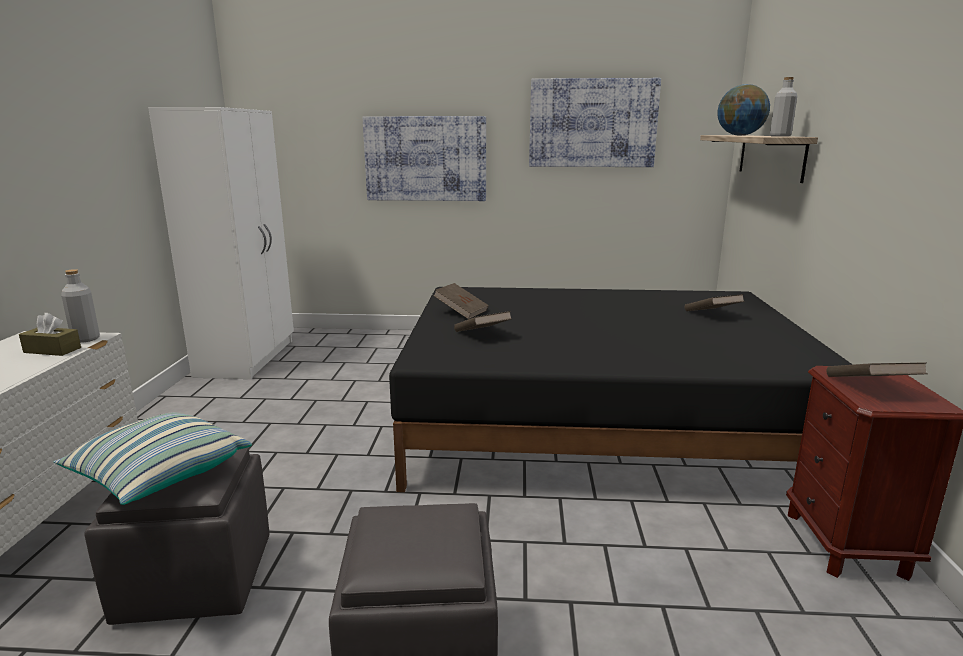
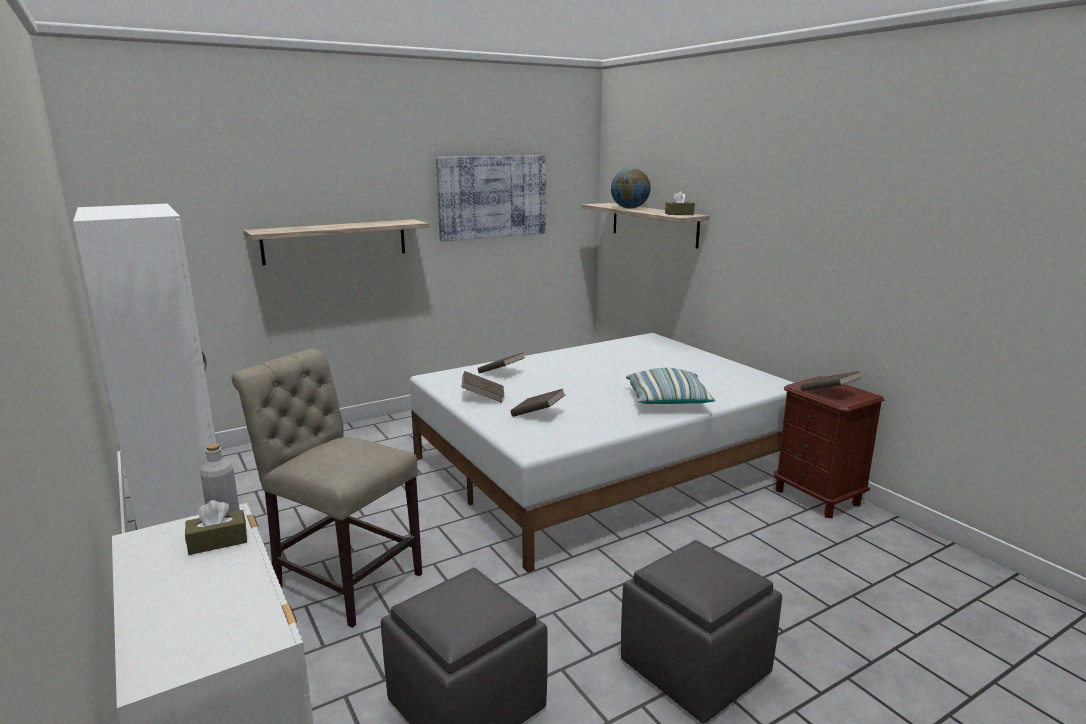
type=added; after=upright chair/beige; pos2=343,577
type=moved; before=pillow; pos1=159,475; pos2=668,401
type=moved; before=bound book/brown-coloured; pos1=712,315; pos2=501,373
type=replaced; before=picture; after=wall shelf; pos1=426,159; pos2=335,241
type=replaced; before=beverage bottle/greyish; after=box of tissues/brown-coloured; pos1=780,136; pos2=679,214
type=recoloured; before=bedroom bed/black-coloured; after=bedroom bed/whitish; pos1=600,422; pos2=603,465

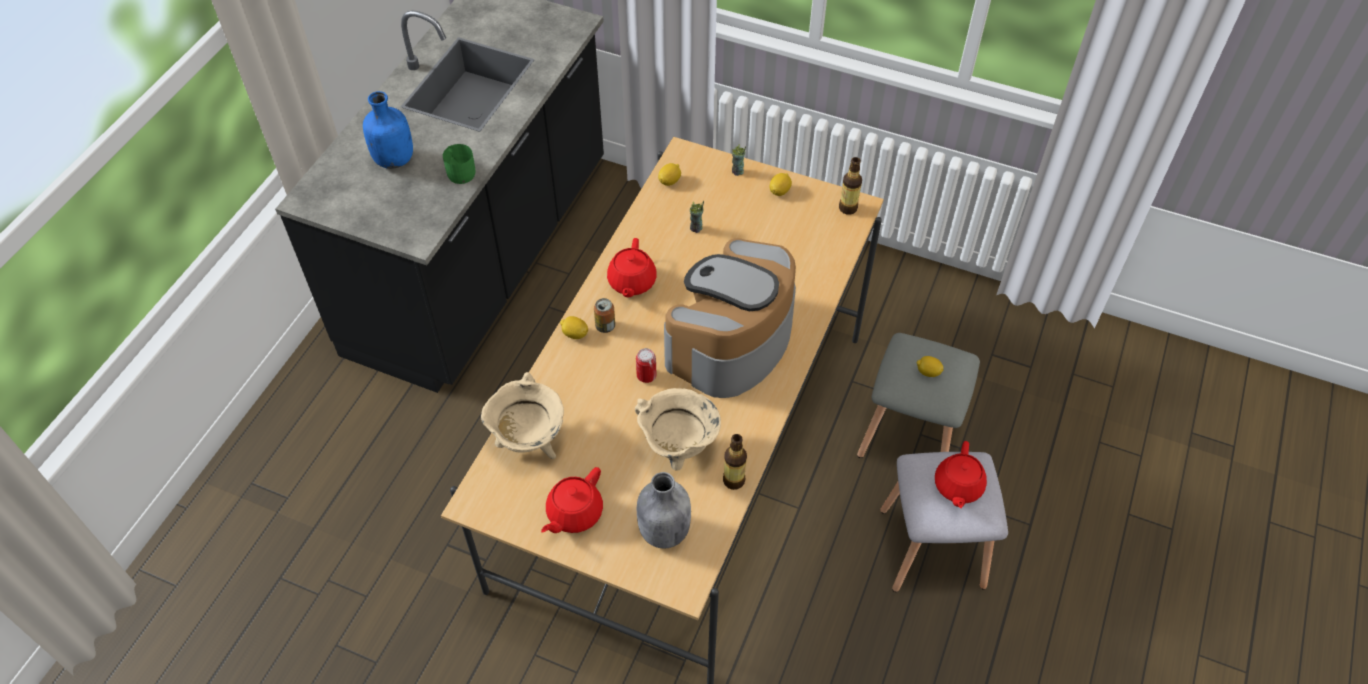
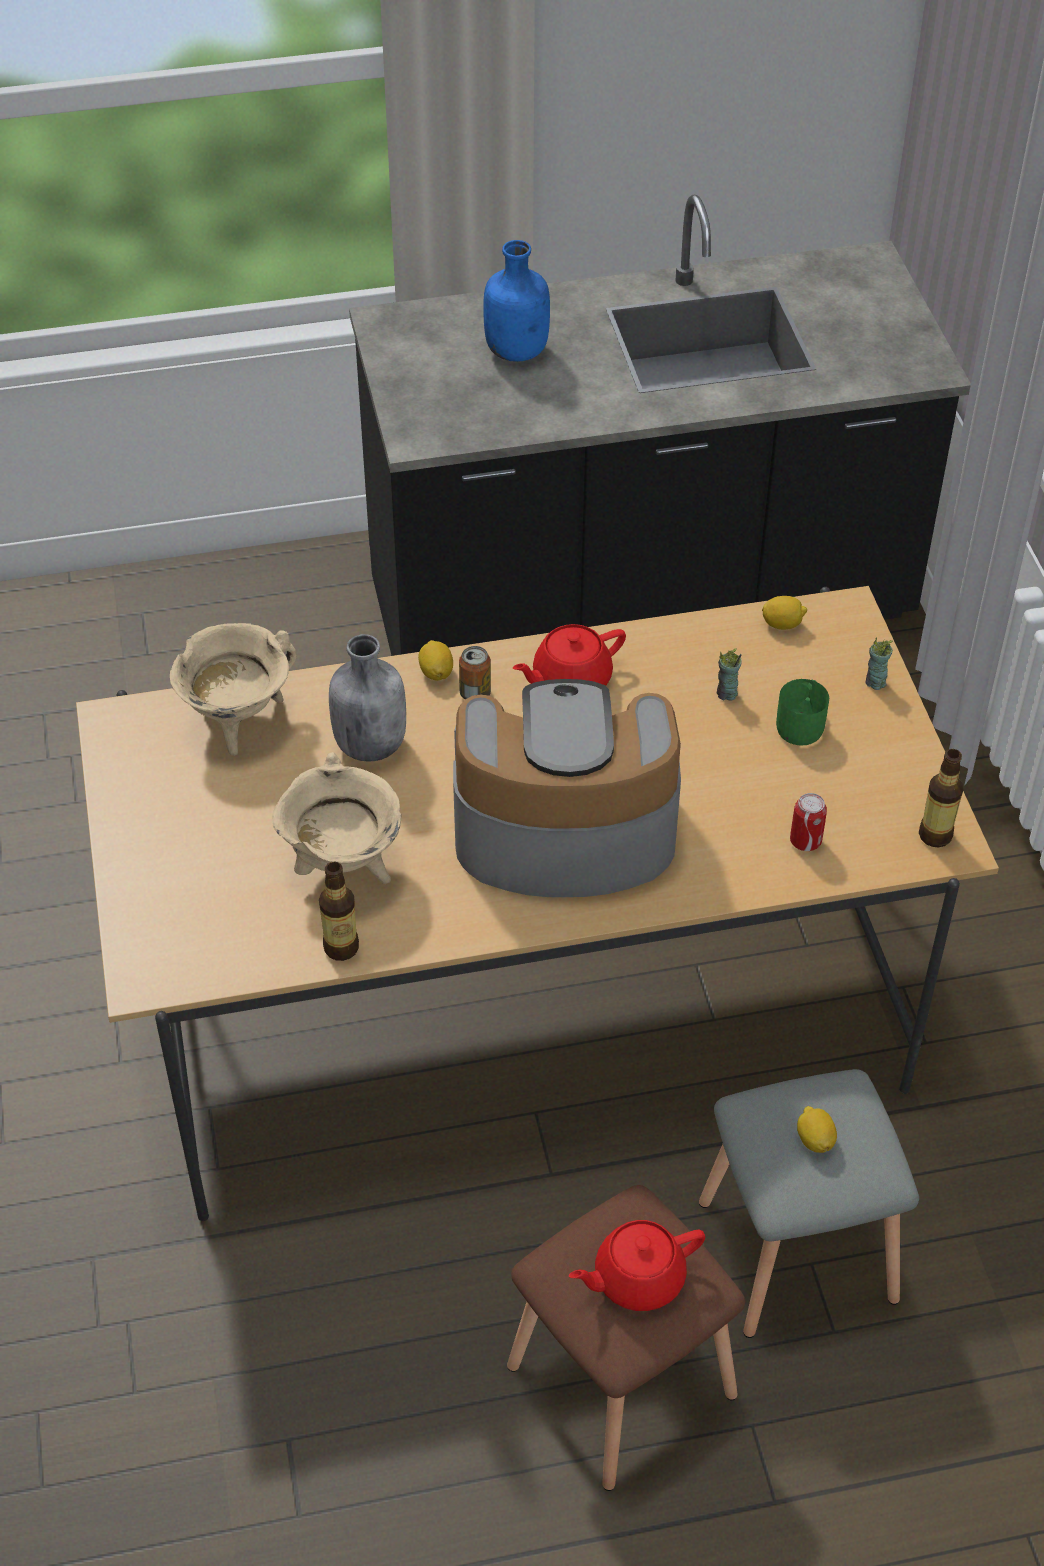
type=removed; before=pot for tea/reddish; pos1=574,513
type=removed; before=lemon; pos1=779,191
type=moved; before=tea mug/green-coloured; pos1=460,171; pos2=802,724
type=moved; before=can; pos1=646,376; pos2=805,841
type=moved; before=beverage bottle/greyish; pos1=663,531; pos2=370,744
type=recoloured; before=stool seat/greyish; after=stool seat/brown-coloured; pos1=933,549; pos2=620,1384

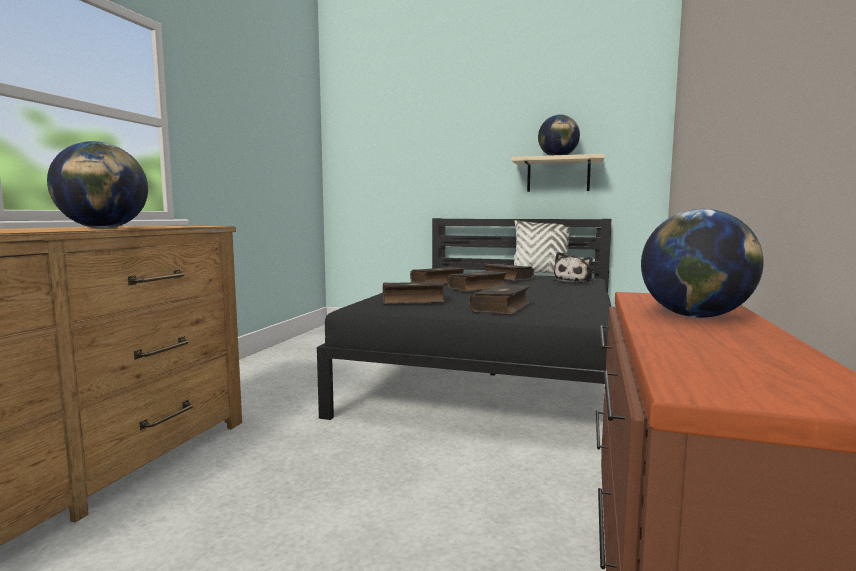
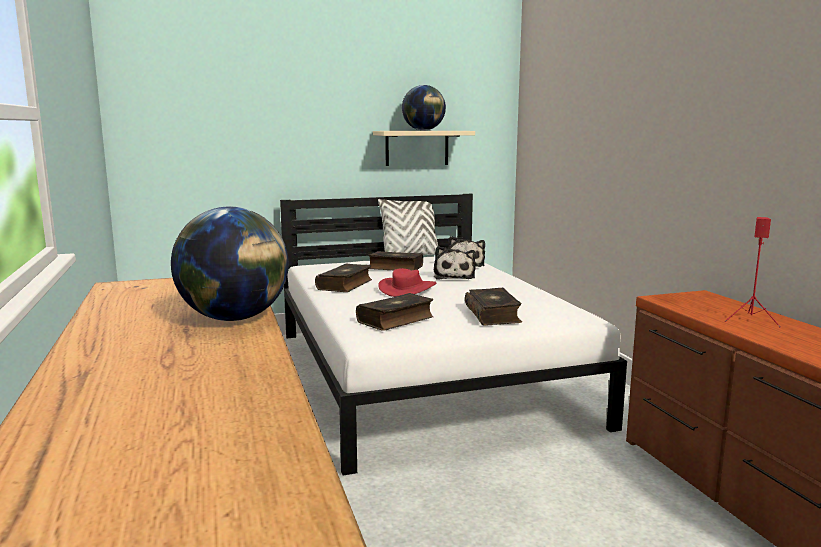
type=added; after=plush toy; pos2=454,276
type=replaced; before=bound book; after=wearable hat/reddish; pos1=478,288; pos2=408,289
type=replaced; before=globe; after=loudspeaker/reddish; pos1=695,317; pos2=751,320
type=recoloured; before=bedroom bed/black-coloured; after=bedroom bed/whitish; pos1=494,373; pos2=424,375

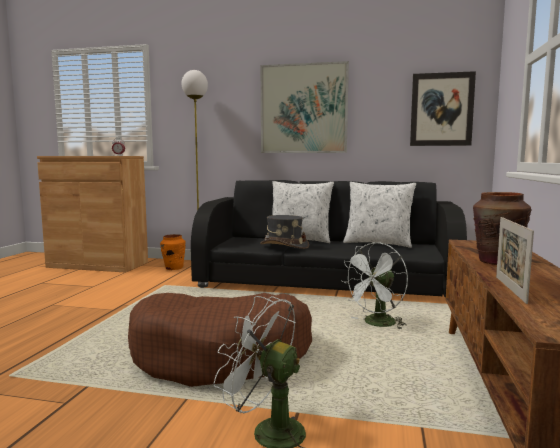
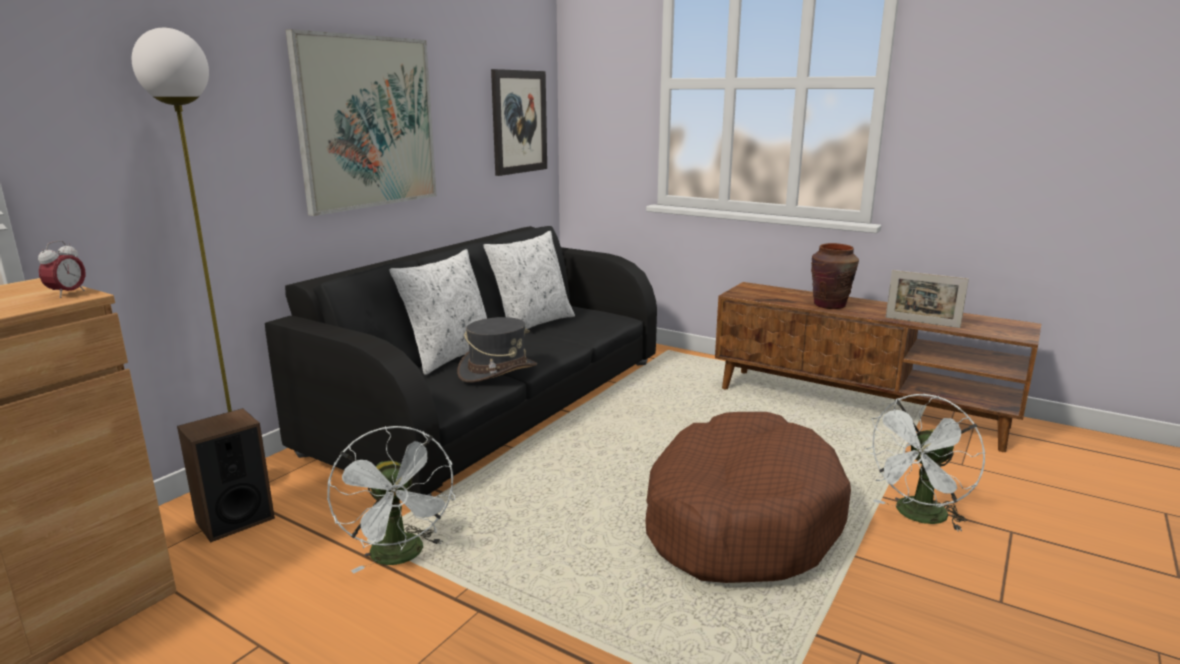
type=moved; before=cooling fan/whitish; pos1=376,324; pos2=401,557
type=replaced; before=decorative vase/orangey; after=loudspeaker; pos1=173,268; pos2=235,520

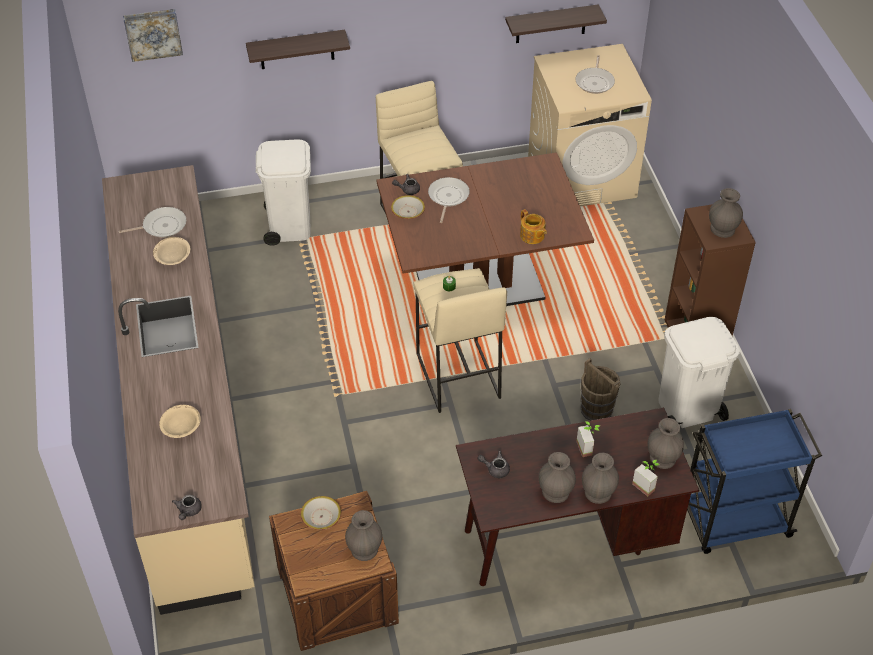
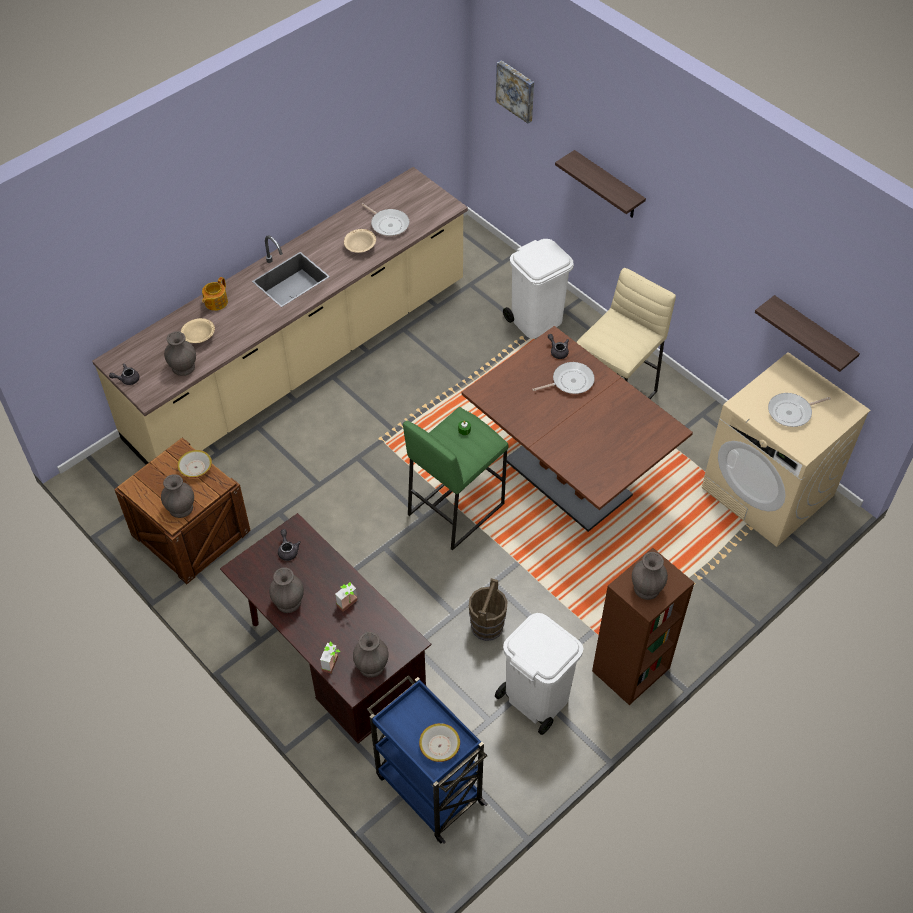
type=moved; before=serving bowl; pos1=408,212; pos2=439,746
type=moved; before=pot for tea; pos1=532,236; pos2=215,302
type=moved; before=decorative vase/greyish; pos1=598,492; pos2=184,367
type=recoloured; before=stool seat/beige; after=stool seat/green-coloured; pos1=457,376; pos2=455,508

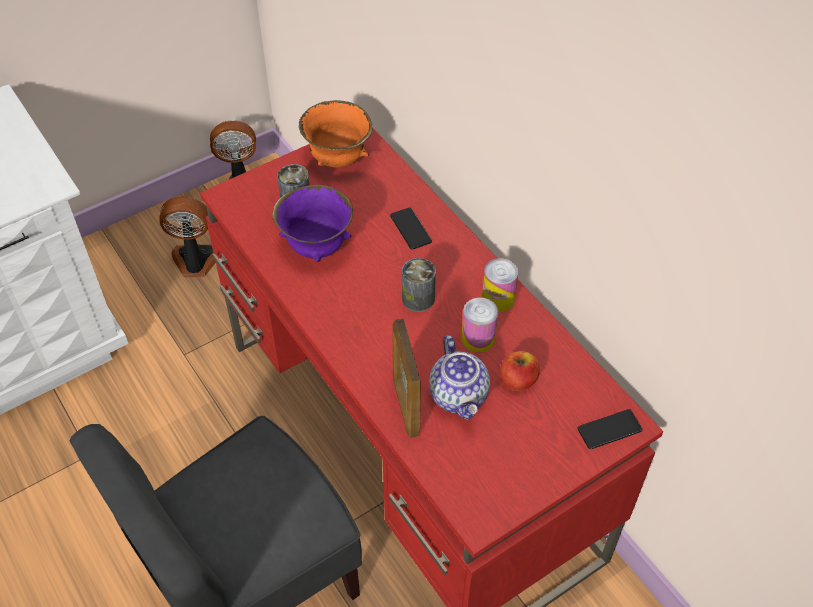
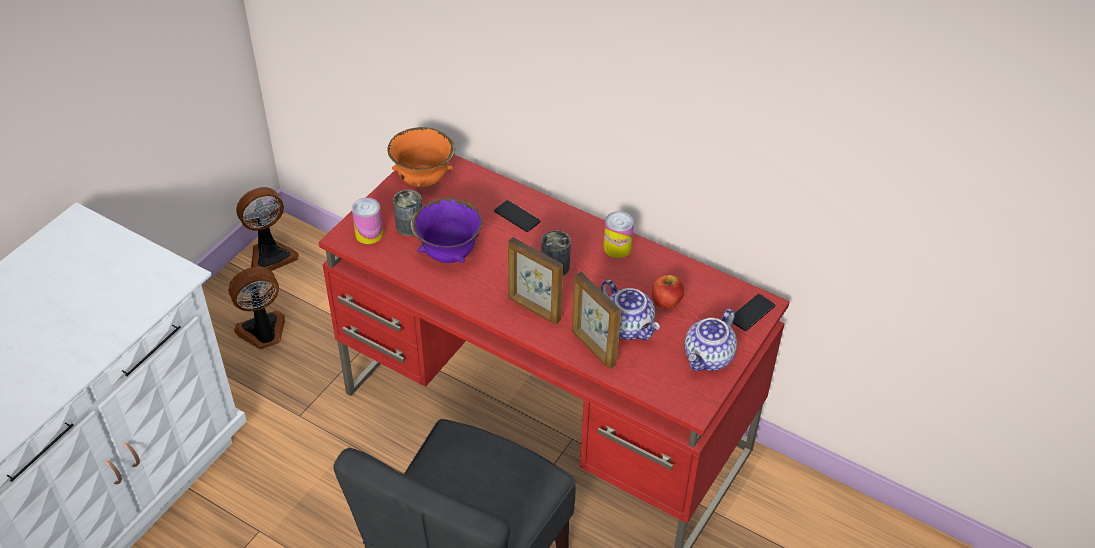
type=added; after=photo frame; pos2=533,309
type=added; after=pot for tea; pos2=709,358
type=moved; before=can; pos1=478,338; pos2=369,234

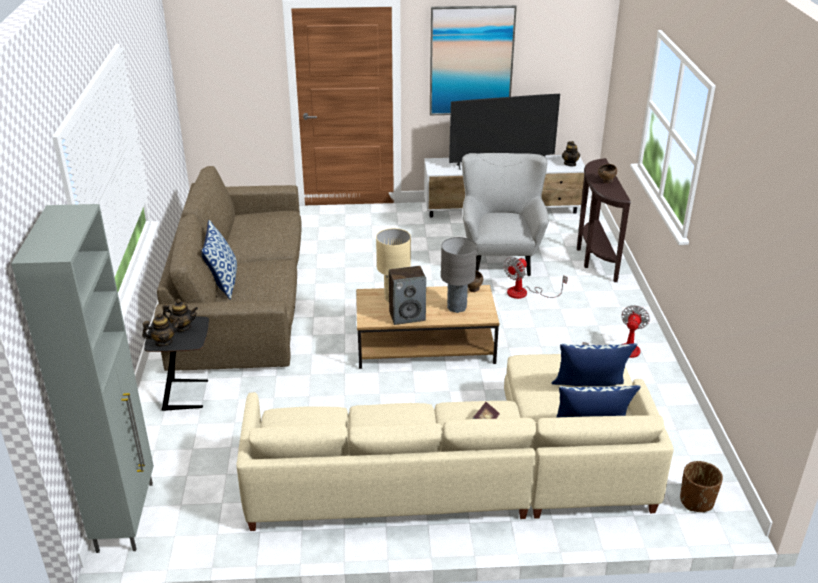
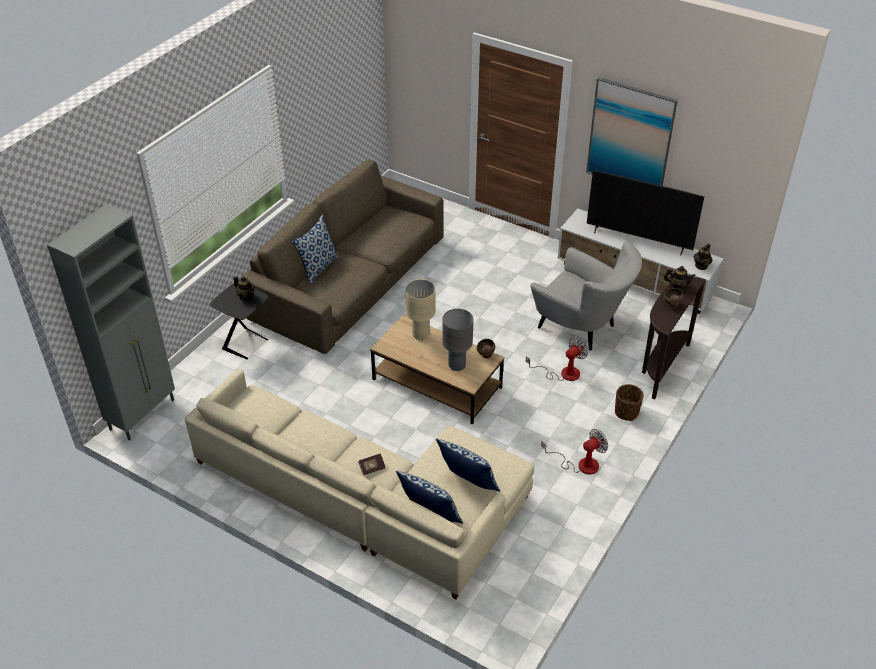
type=removed; before=loudspeaker; pos1=407,316
type=moved; before=pot for tea; pos1=164,342; pos2=677,287
type=moved; before=plant pot/brown-coloured; pos1=696,501; pos2=626,412
type=turned; before=easy chair/greyish; pos1=500,256; pos2=581,328; turn=90
type=turned; before=cooling fan; pos1=525,293; pos2=563,373; turn=150

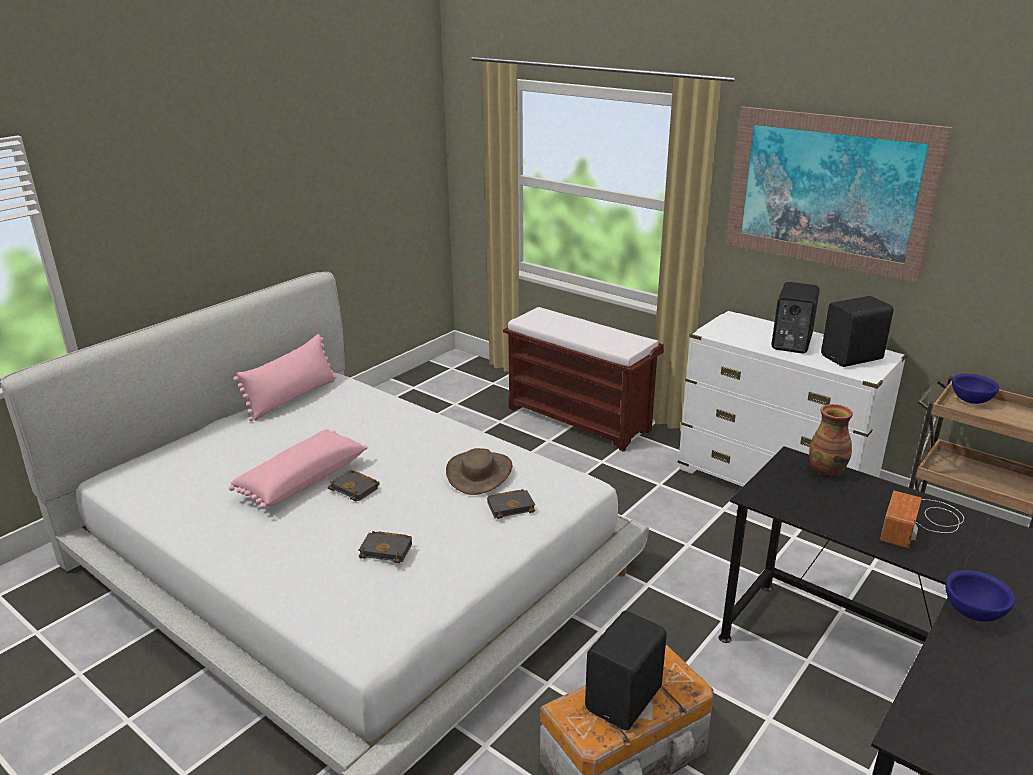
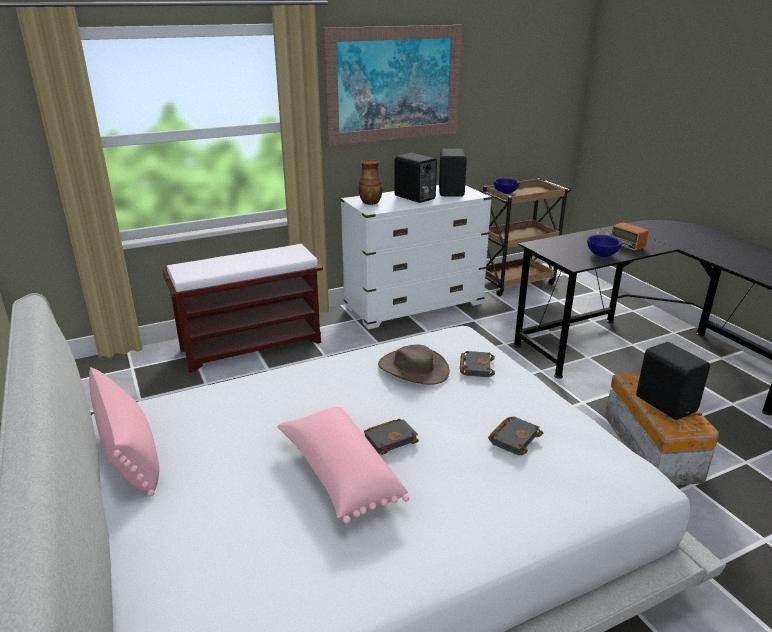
type=moved; before=decorative vase; pos1=826,471; pos2=370,202
type=moved; before=serving bowl/blue-coloured; pos1=973,613; pos2=602,255

